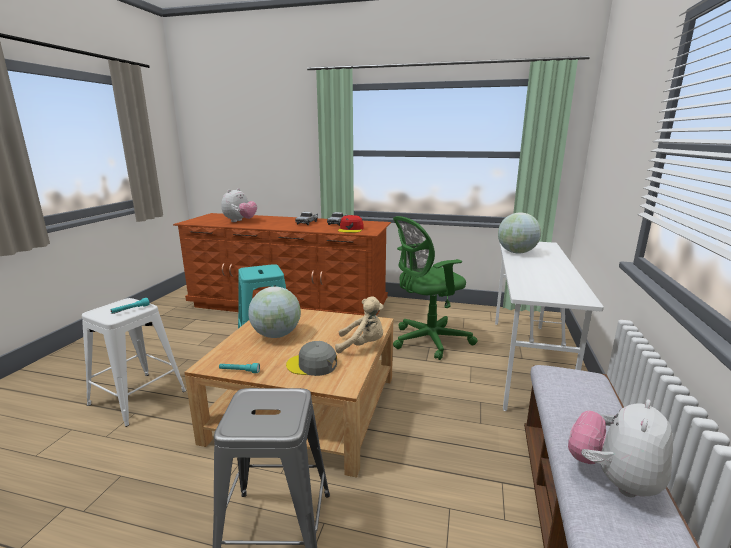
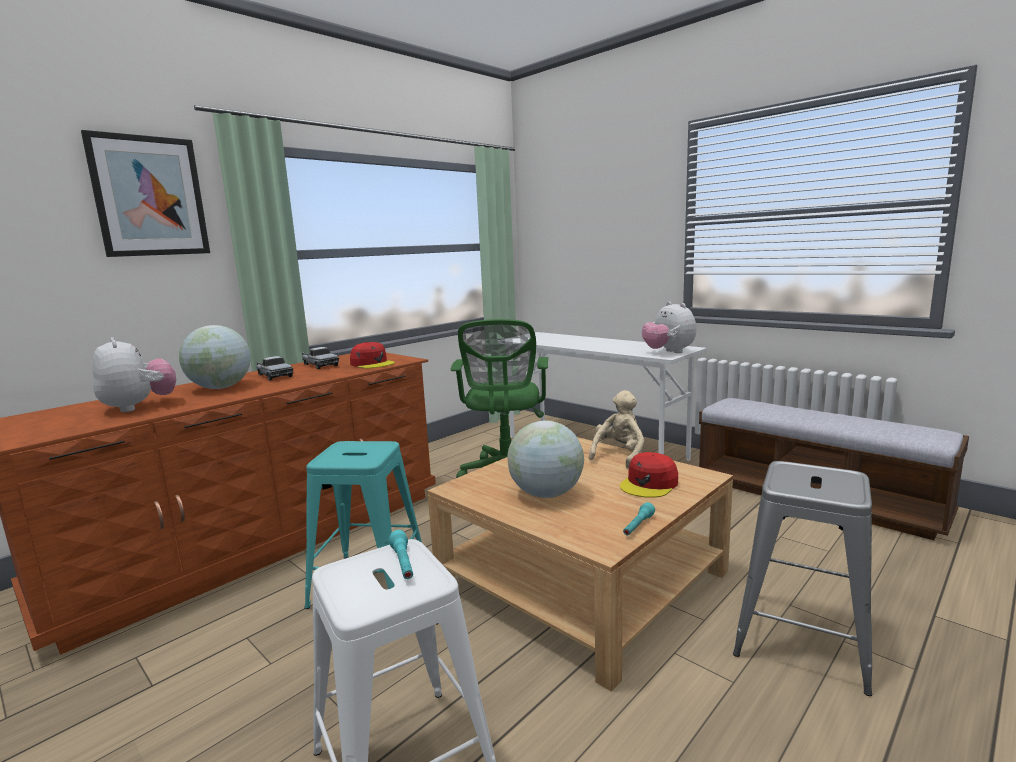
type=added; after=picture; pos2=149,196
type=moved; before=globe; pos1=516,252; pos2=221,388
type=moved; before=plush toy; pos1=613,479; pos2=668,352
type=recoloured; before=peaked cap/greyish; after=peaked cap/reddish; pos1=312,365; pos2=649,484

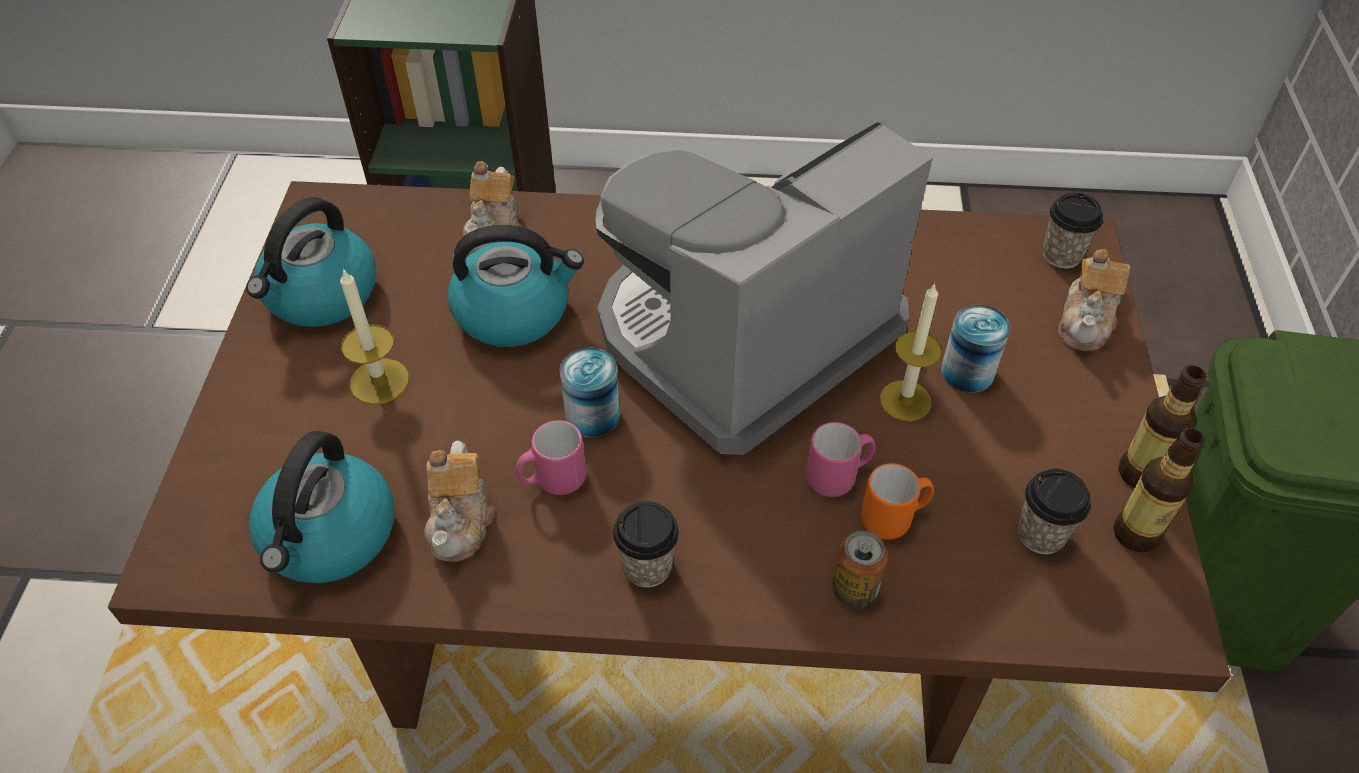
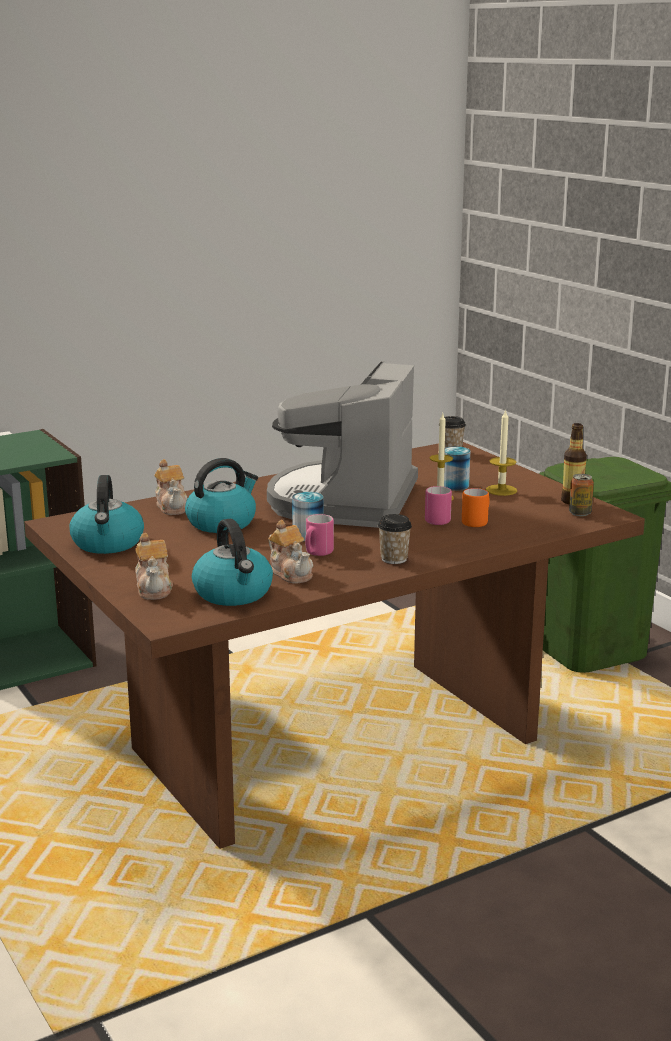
type=removed; before=cup; pos1=1041,534
type=removed; before=beverage bottle; pos1=1139,473
type=moved; before=candle; pos1=379,381; pos2=501,490
type=moved; before=can; pos1=854,589; pos2=580,513
type=moved; before=pot for tea; pos1=1086,322; pos2=154,588

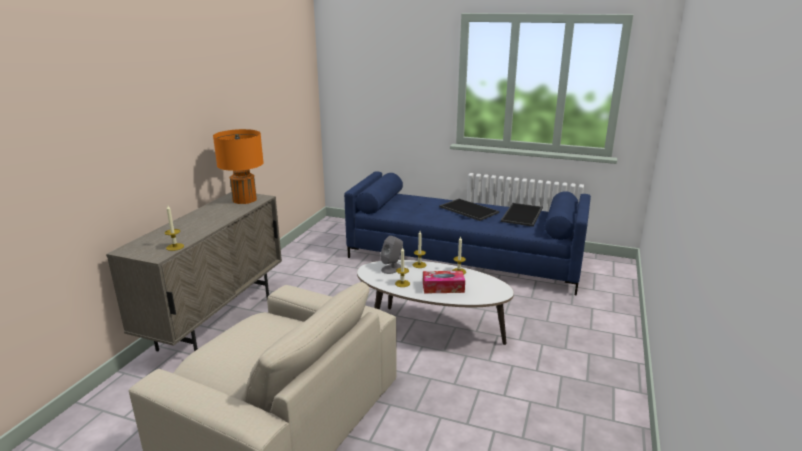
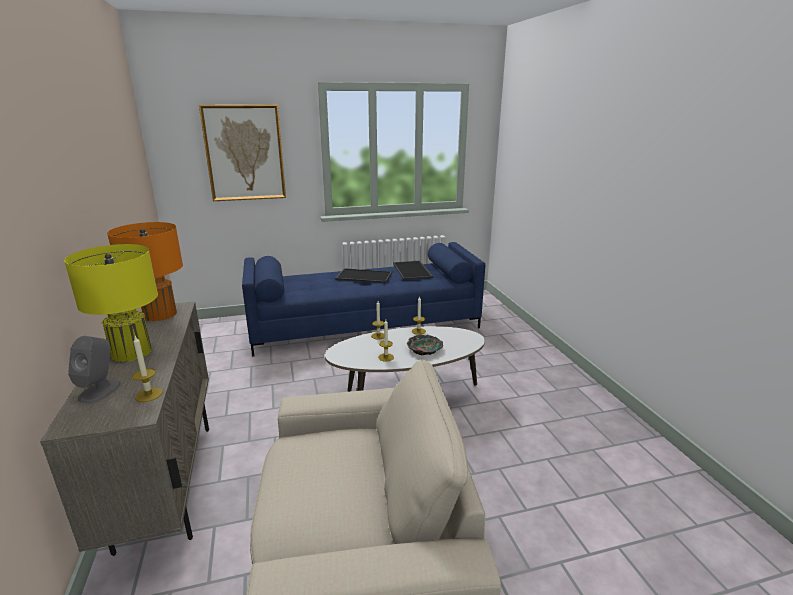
type=added; after=tabletop lamp/yellow; pos2=131,352
type=added; after=picture; pos2=244,153
type=moved; before=loudspeaker/greyish; pos1=392,268; pos2=100,391
type=replaced; before=box of tissues; after=serving bowl; pos1=443,287; pos2=425,349

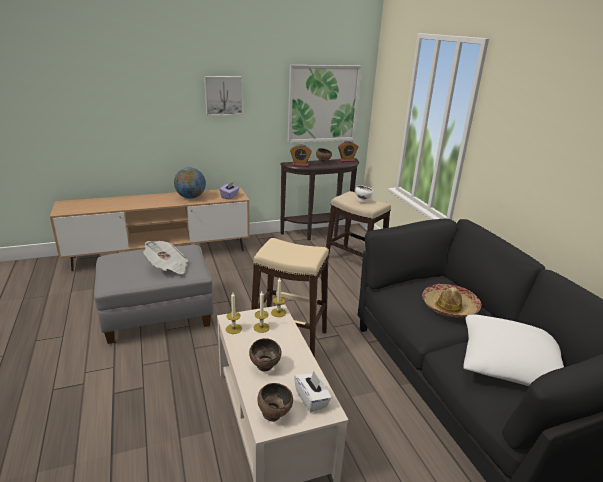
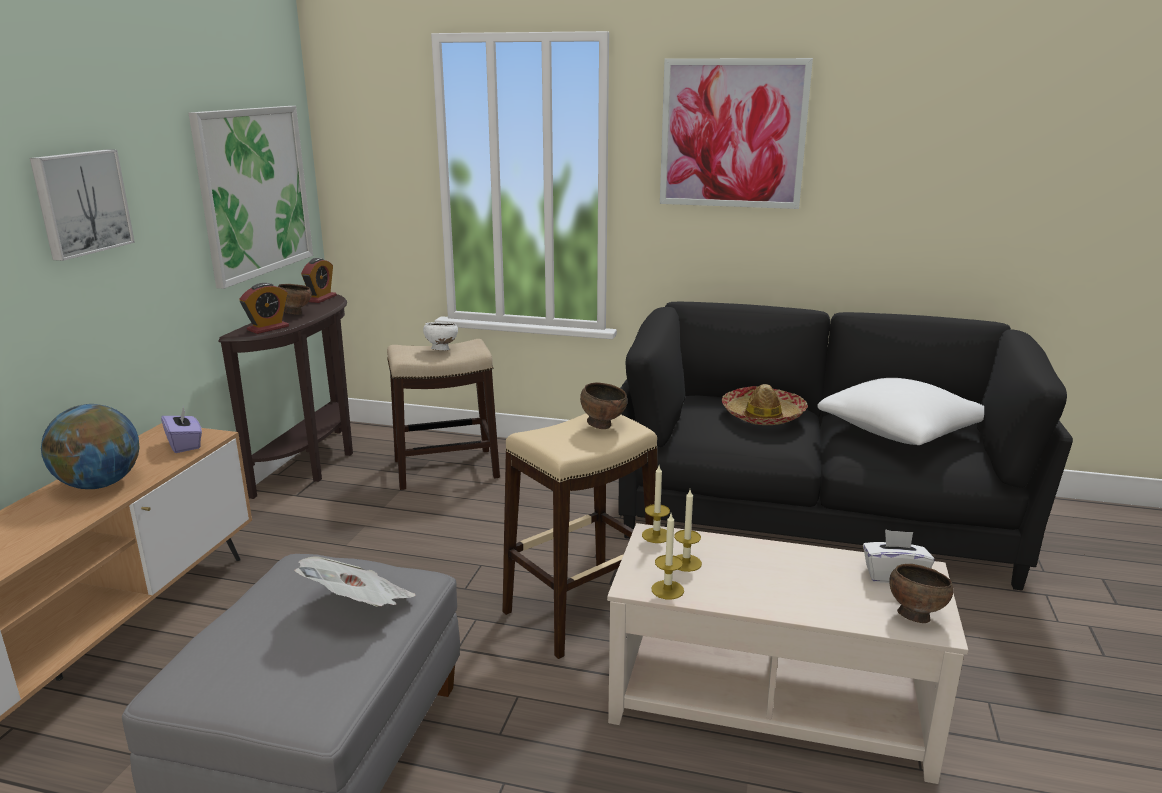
type=added; after=picture; pos2=732,134
type=moved; before=serving bowl/brown-coloured; pos1=265,367; pos2=603,425

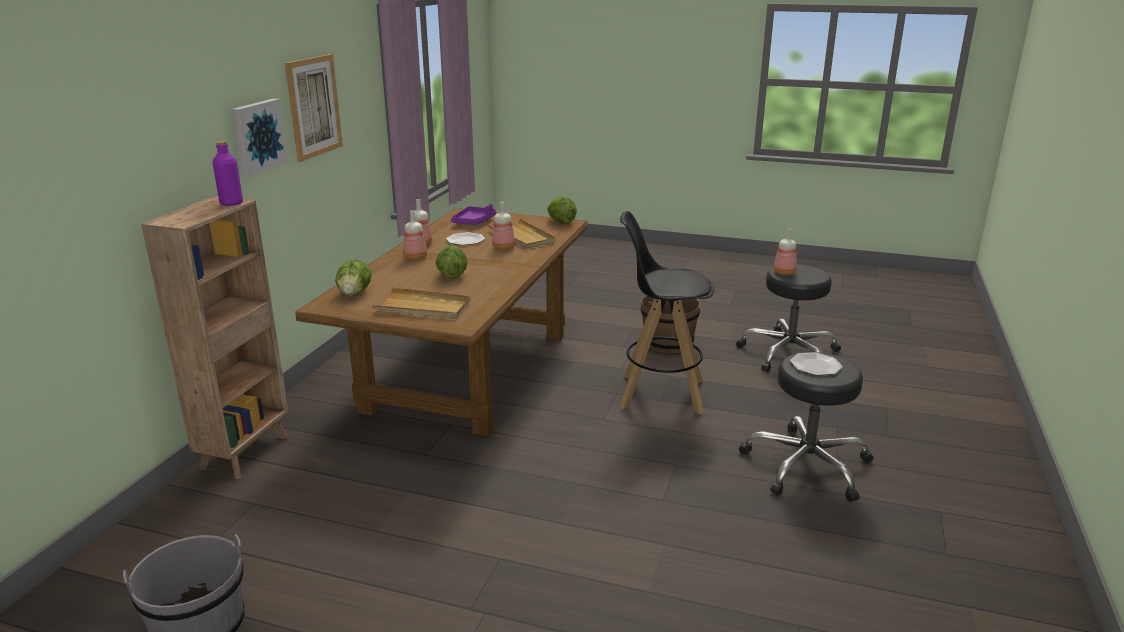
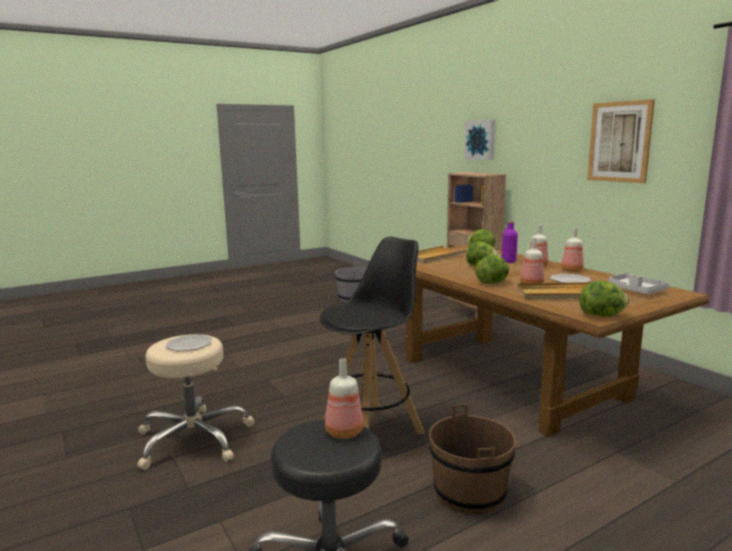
type=added; after=lettuce; pos2=492,283
type=moved; before=beverage bottle/purple; pos1=231,203; pos2=508,261
type=moved; before=picture; pos1=257,136; pos2=480,140
type=recoloured; before=serving tray/purple; after=serving tray/greyish; pos1=474,222; pos2=635,291
type=recoloured; before=stool seat/black-coloured; after=stool seat/beige; pos1=806,465; pos2=194,439

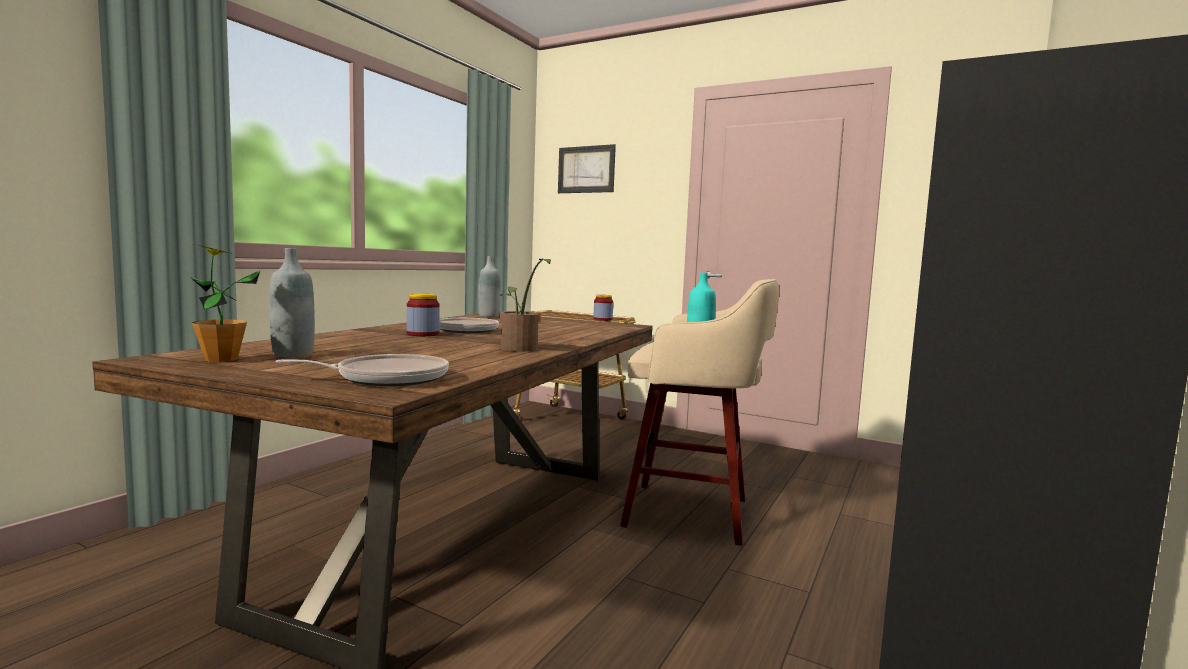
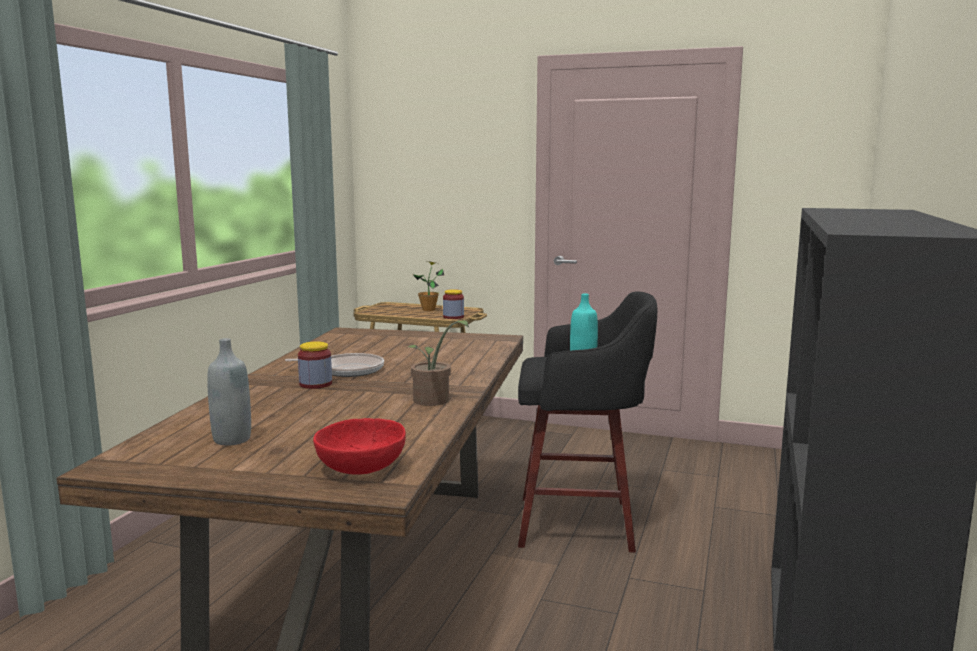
type=removed; before=beverage bottle/greyish; pos1=489,316
type=removed; before=picture; pos1=586,169
type=moved; before=houseplant; pos1=221,359; pos2=428,310
type=replaced; before=frying pan; after=serving bowl/reddish; pos1=387,378; pos2=360,468
type=recoloured; before=stool seat/beige; after=stool seat/black-coloured; pos1=692,513; pos2=580,524

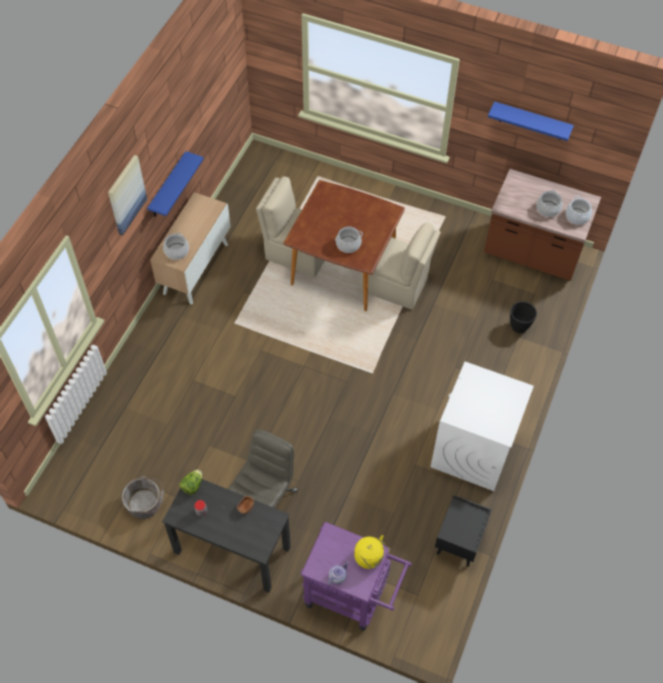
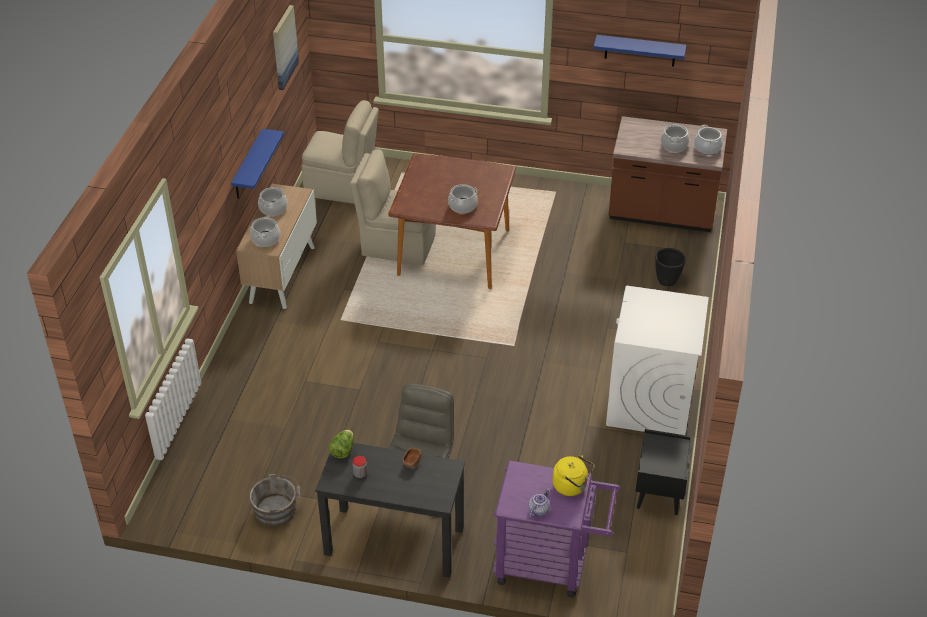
type=added; after=cooking pot; pos2=273,208
type=moved; before=picture; pos1=126,195; pos2=284,47
type=moved; before=upright chair/beige; pos1=396,285; pos2=342,187

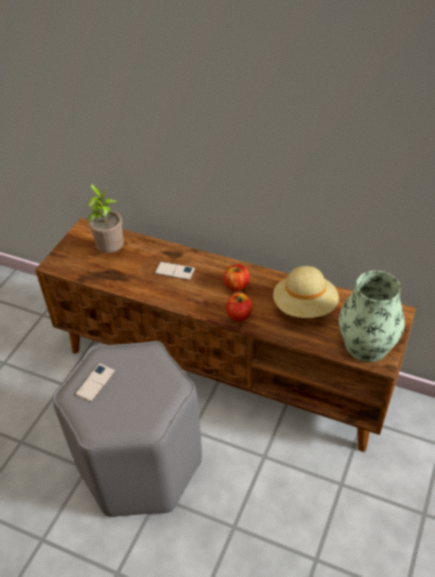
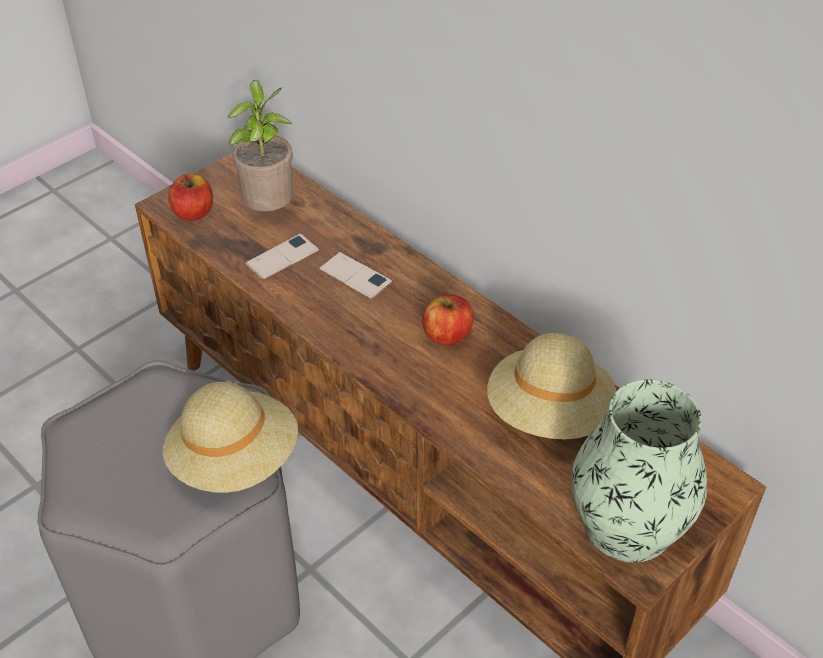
type=added; after=wearable hat/beige; pos2=235,460
type=moved; before=telephone; pos1=95,382; pos2=282,257
type=moved; before=apple fruit; pos1=239,315; pos2=194,213

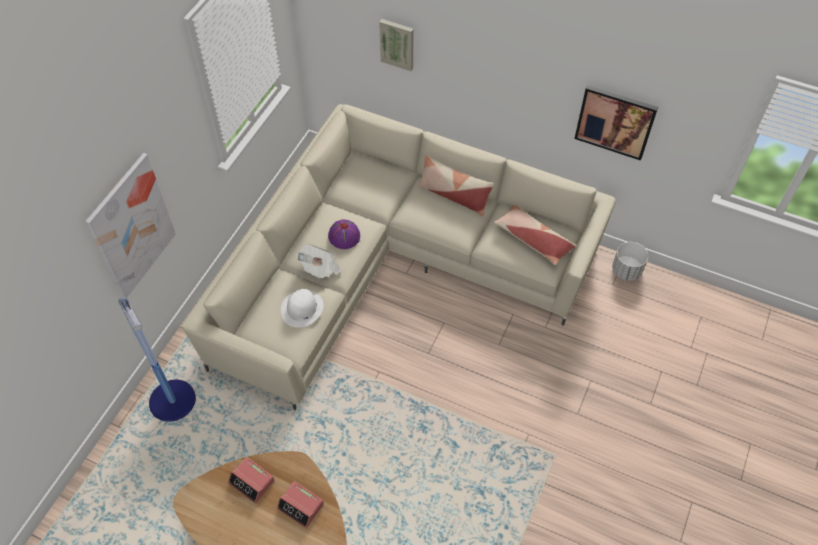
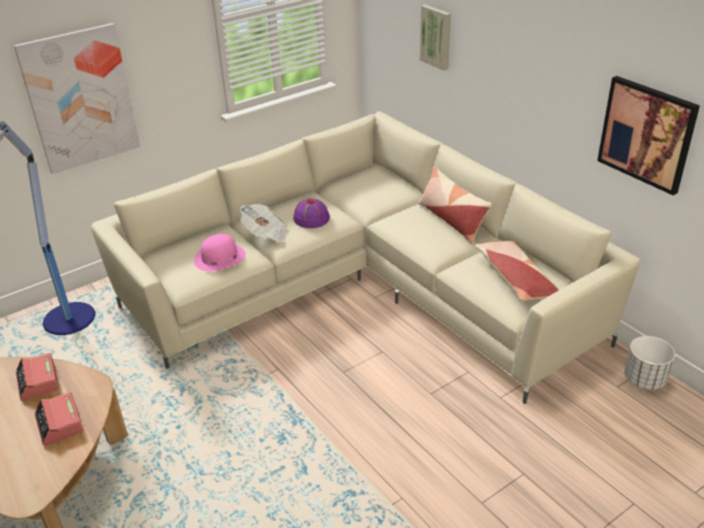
type=recoloured; before=wearable hat/whitish; after=wearable hat/pink; pos1=302,308; pos2=219,257

